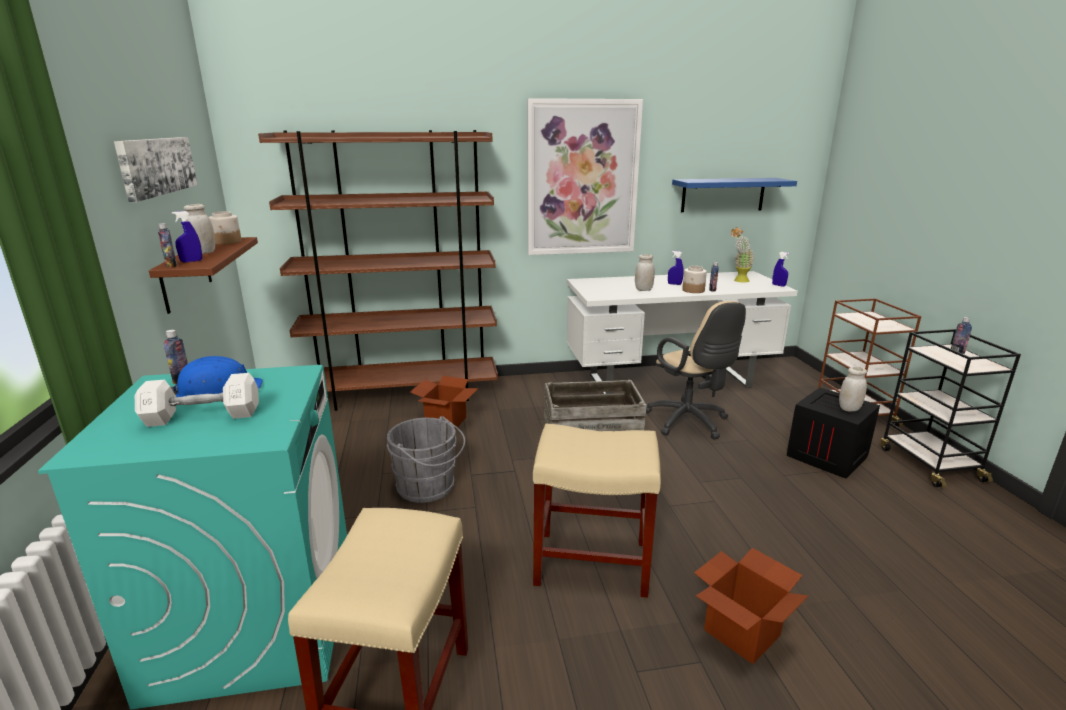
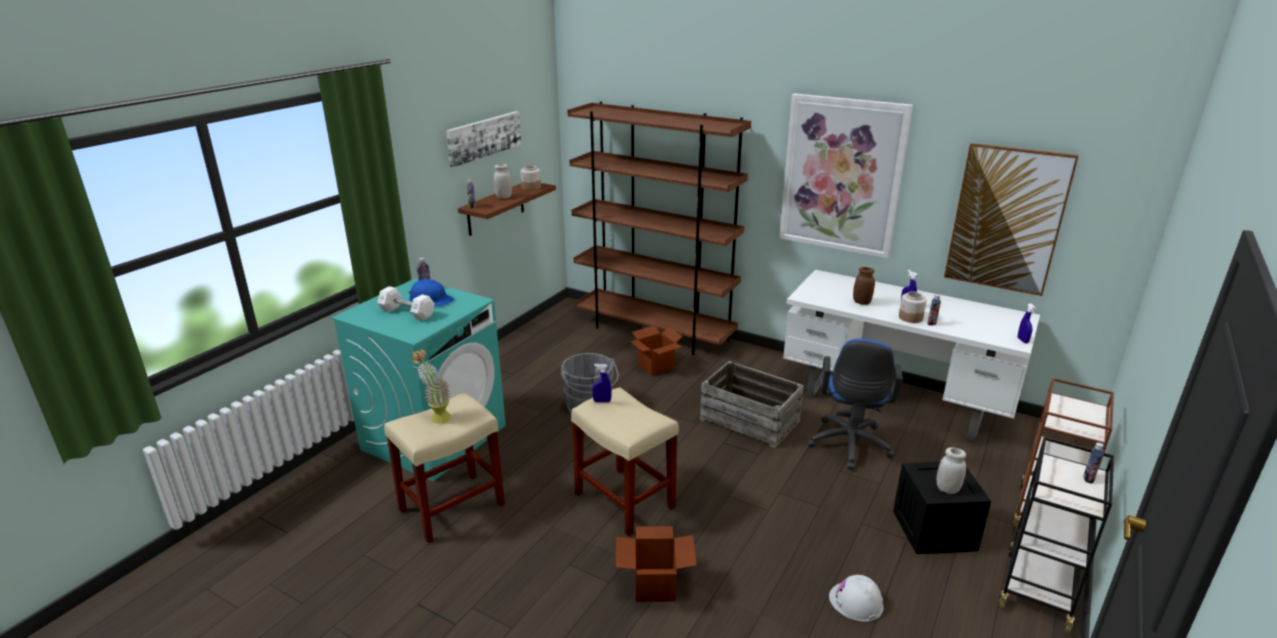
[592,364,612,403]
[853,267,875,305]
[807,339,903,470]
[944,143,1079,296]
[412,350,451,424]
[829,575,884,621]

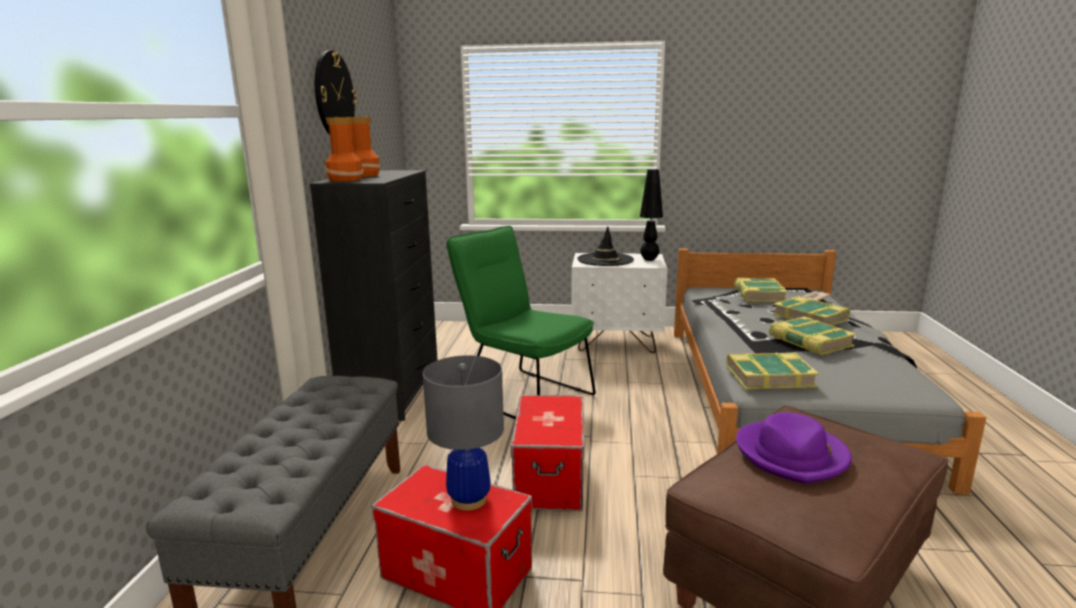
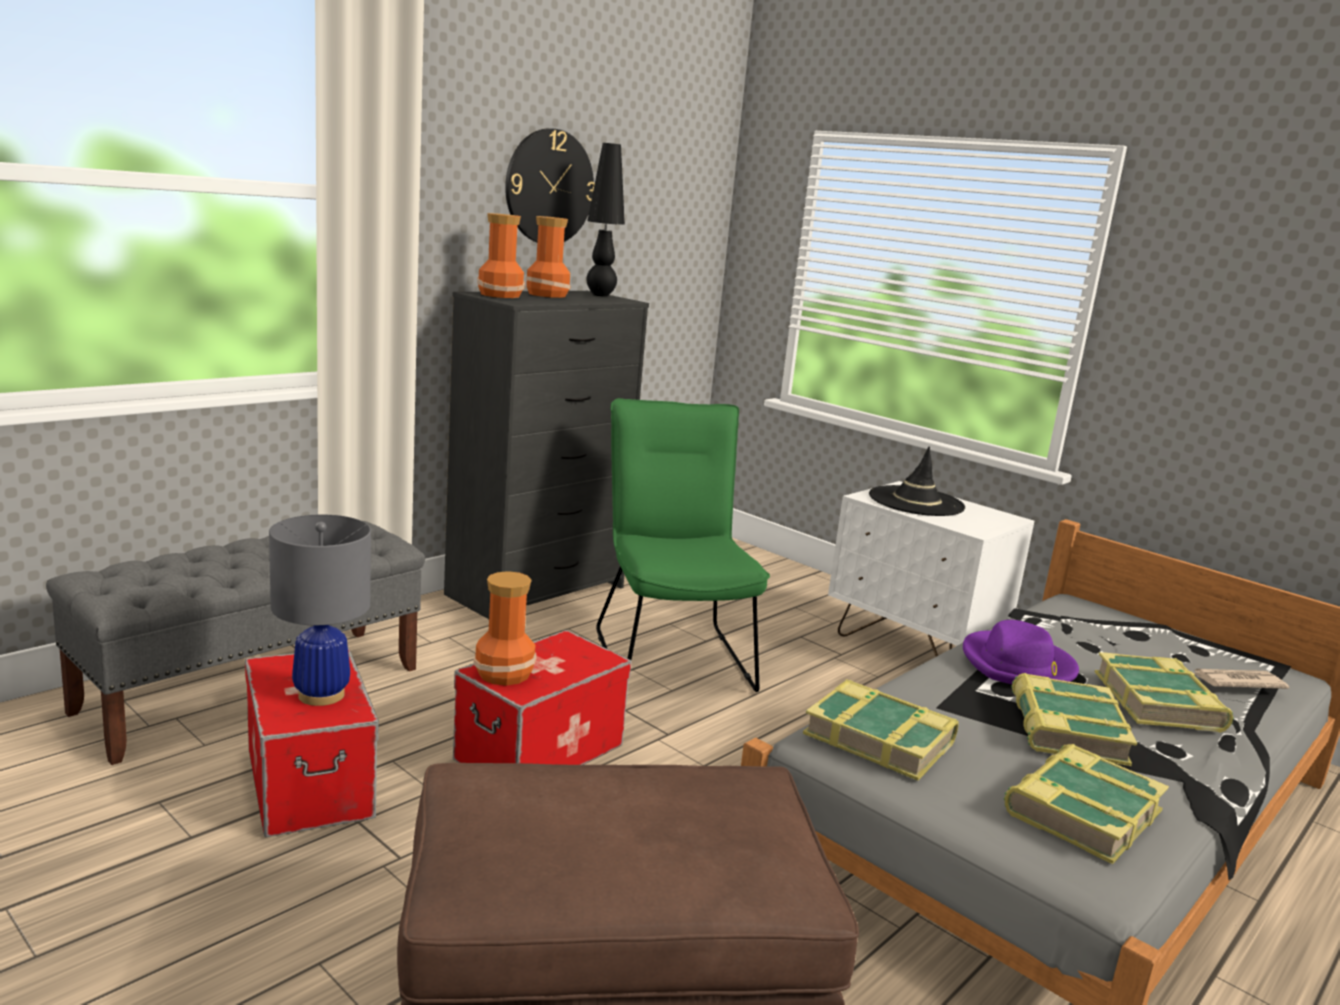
[587,143,625,297]
[1004,744,1169,864]
[963,620,1079,684]
[473,571,536,686]

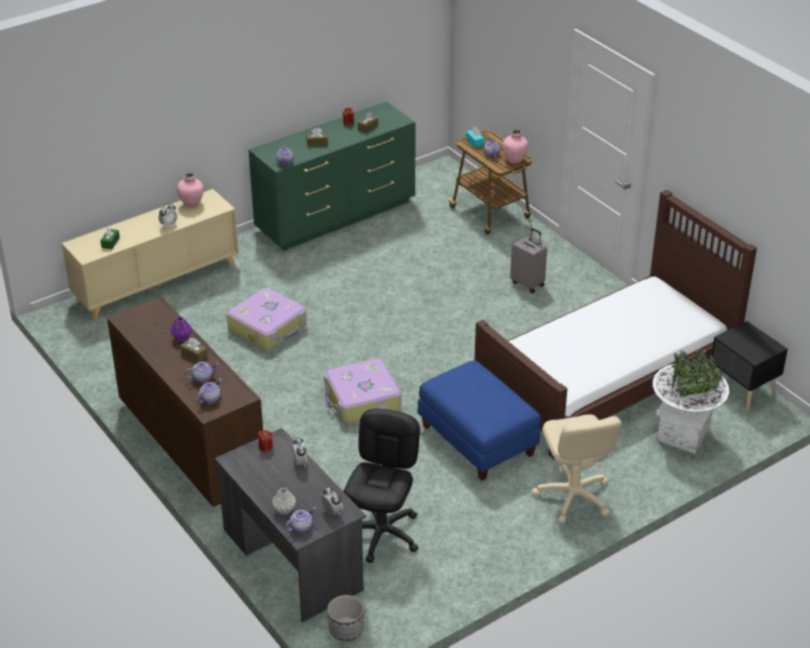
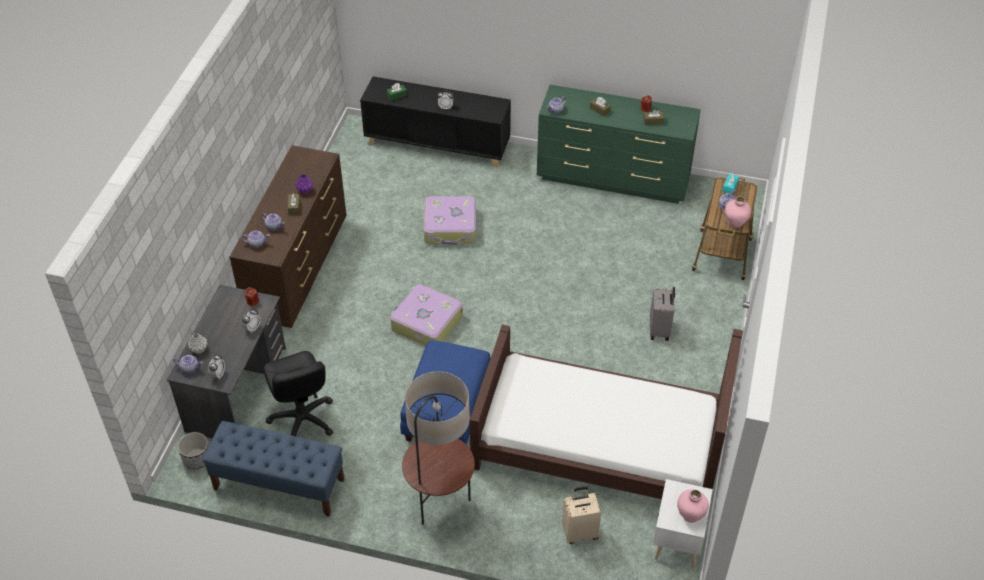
[360,77,511,168]
[677,489,709,523]
[263,351,333,437]
[402,371,475,525]
[562,487,601,544]
[653,479,713,568]
[202,421,344,517]

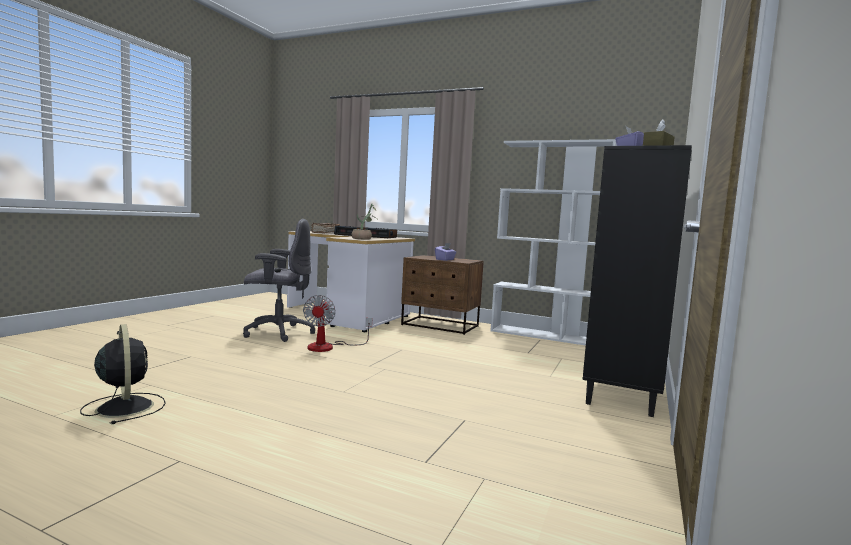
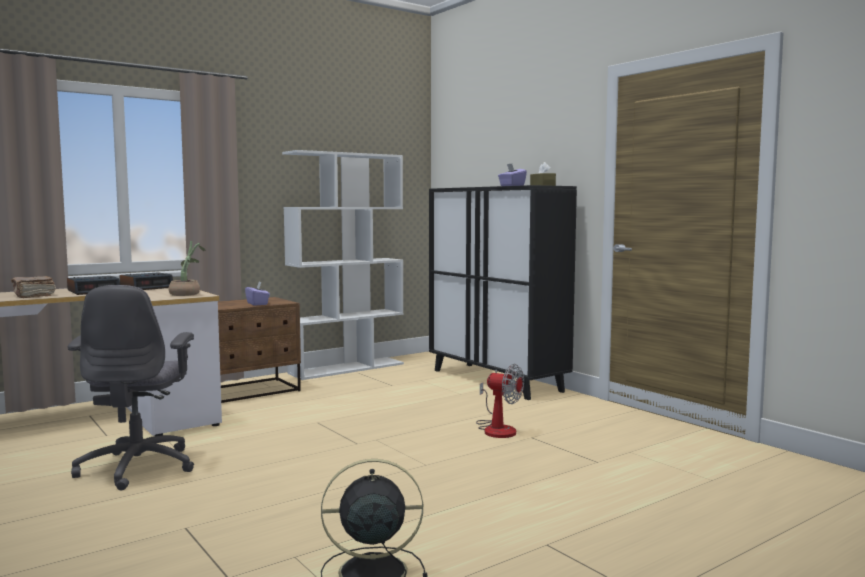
[68,285,194,491]
[476,364,524,438]

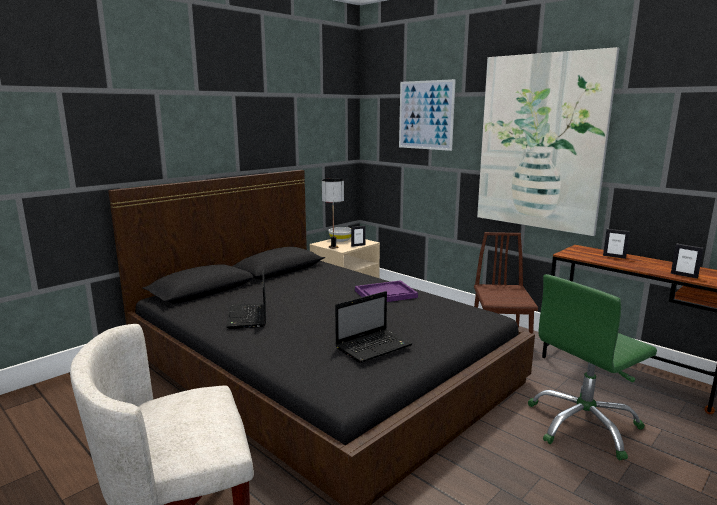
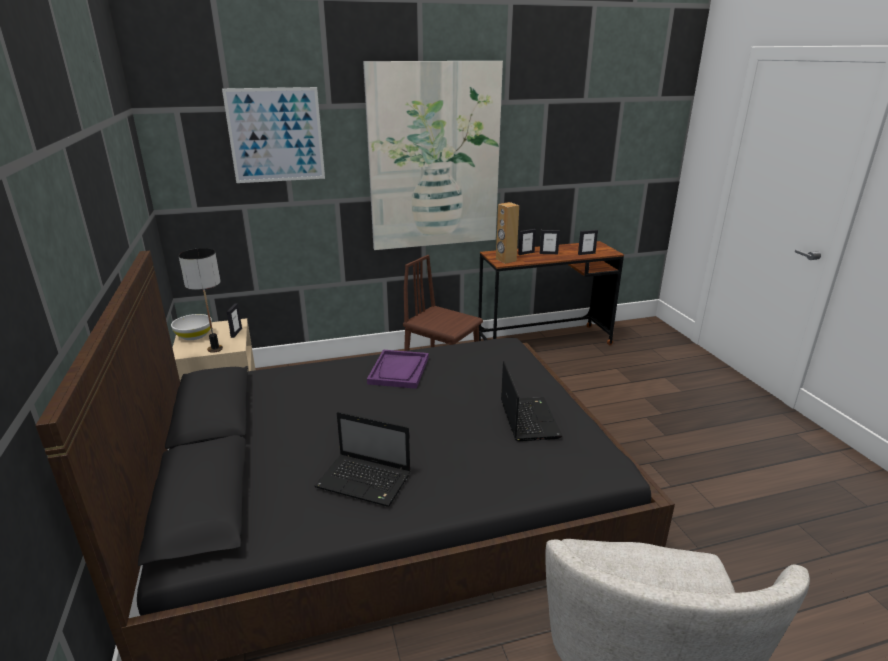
[528,274,657,460] (first image)
[496,202,519,264]
[540,230,560,254]

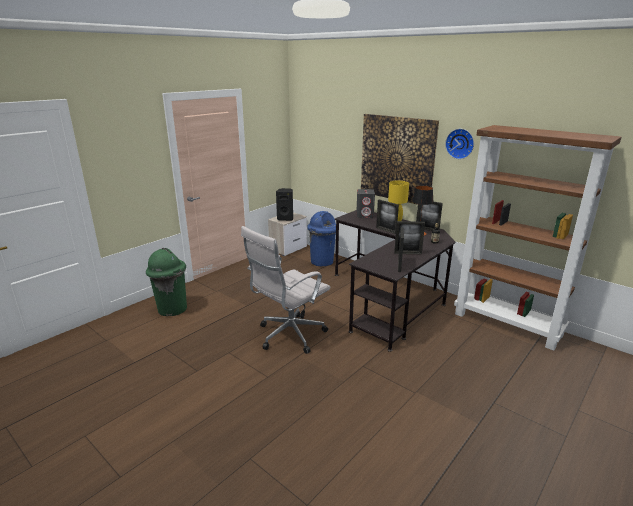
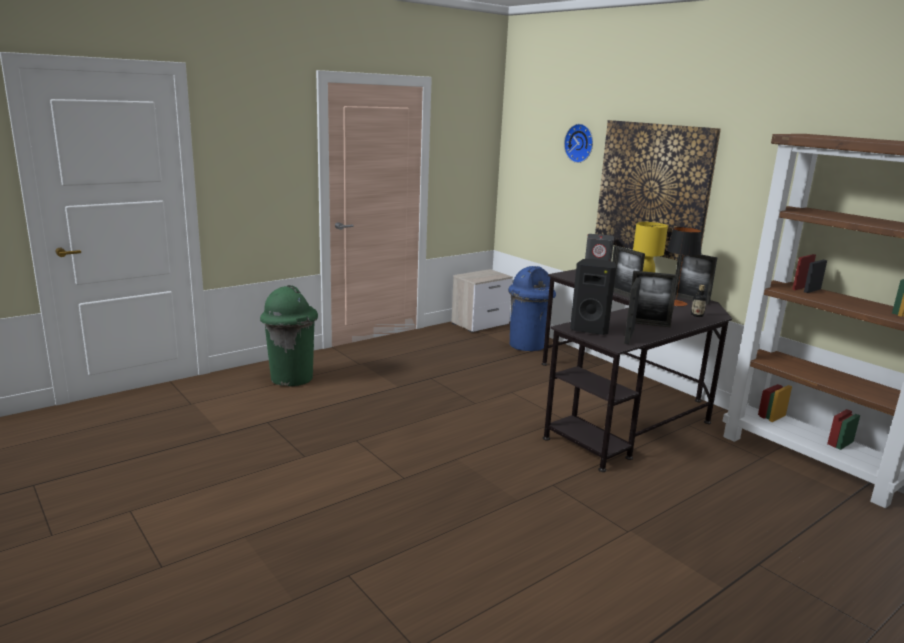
[241,226,330,354] (first image)
[570,259,616,335]
[564,124,593,163]

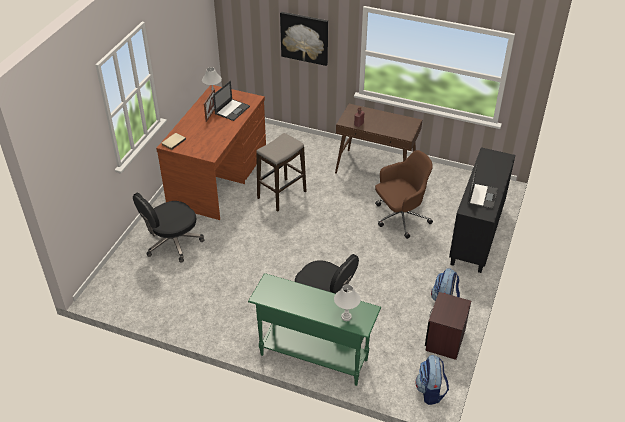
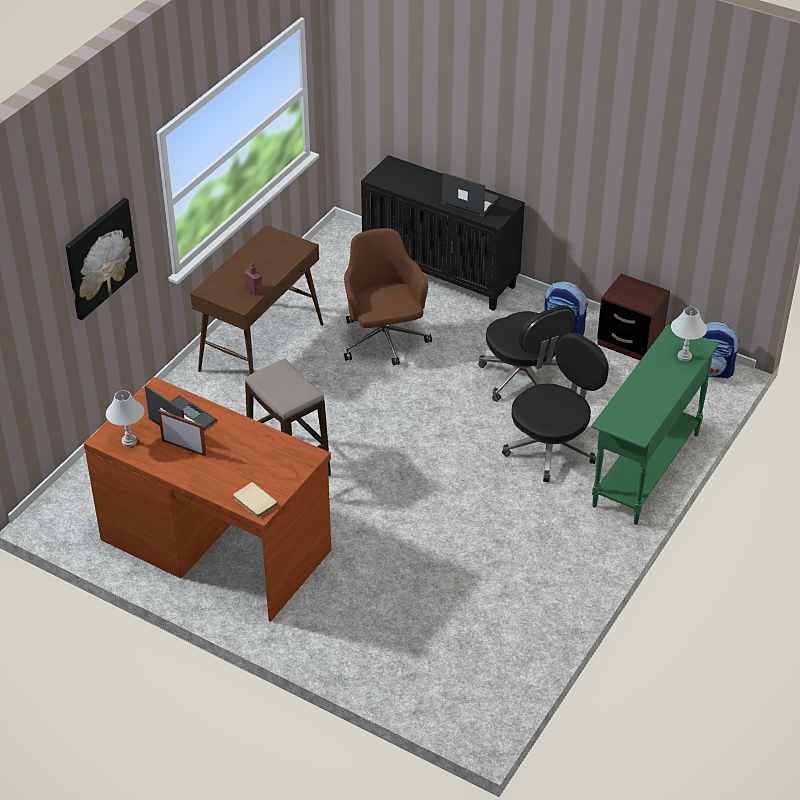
[478,305,575,402]

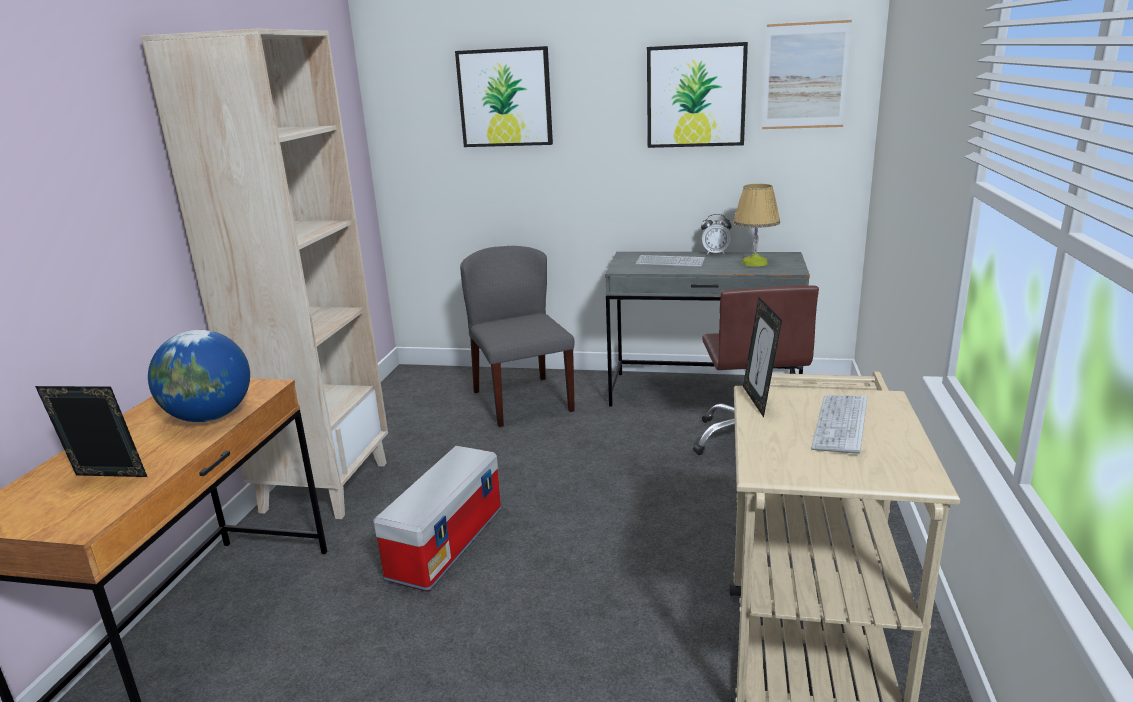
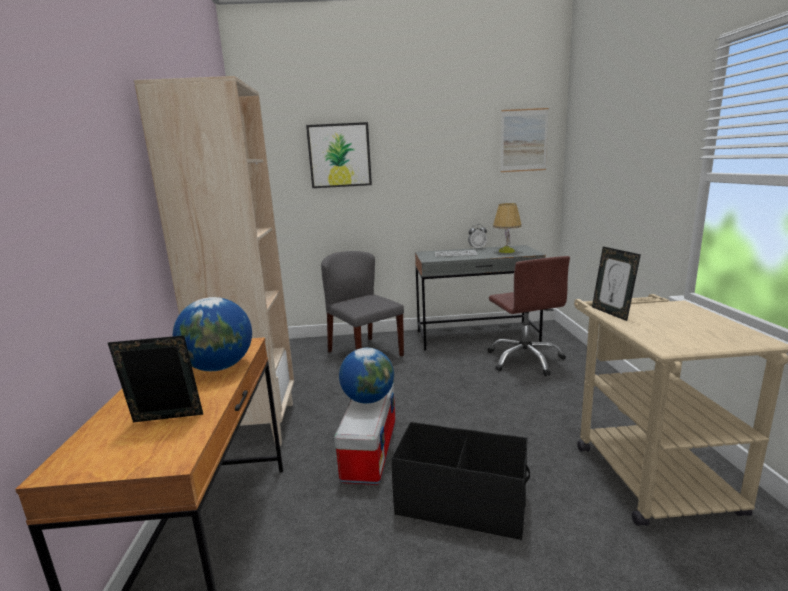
[647,42,748,148] (first image)
[811,395,867,454] (first image)
[339,348,394,404]
[391,422,530,540]

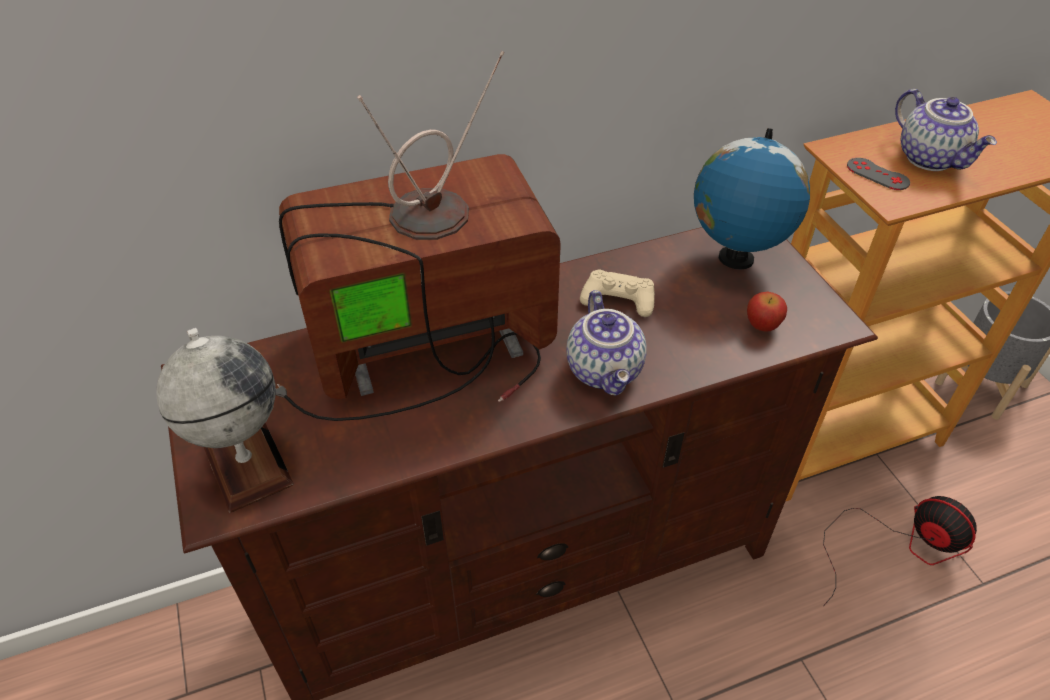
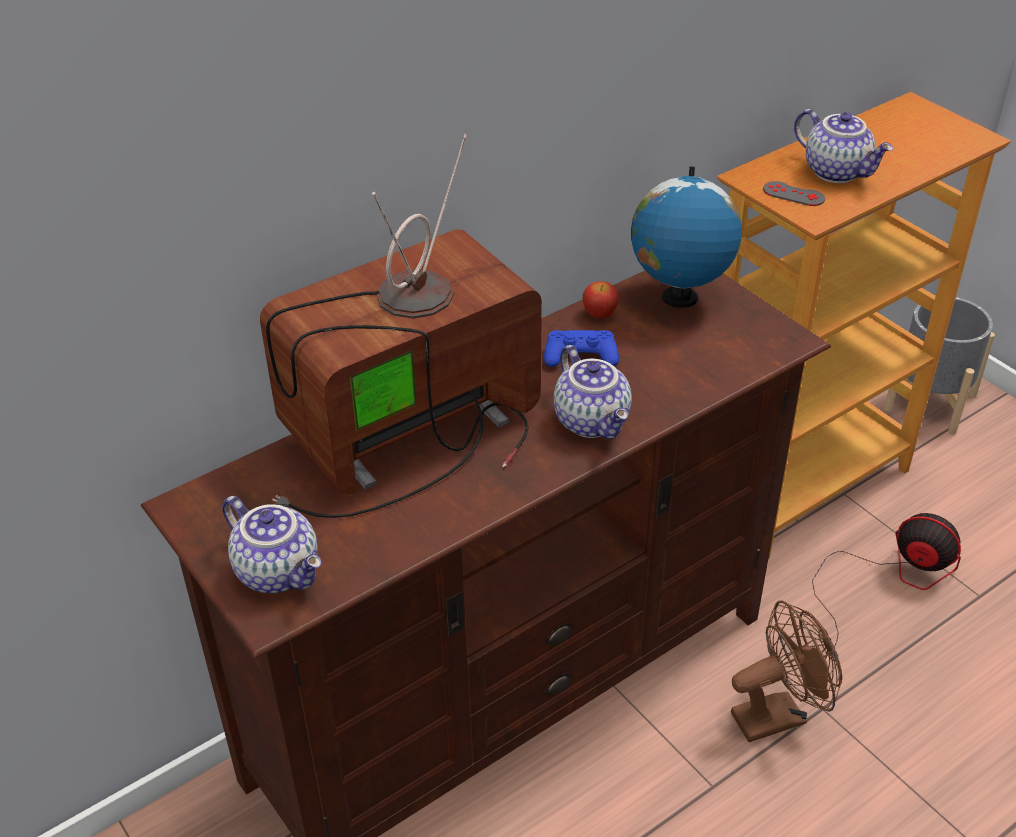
[222,496,321,593]
[544,330,619,367]
[583,281,619,319]
[731,601,842,742]

